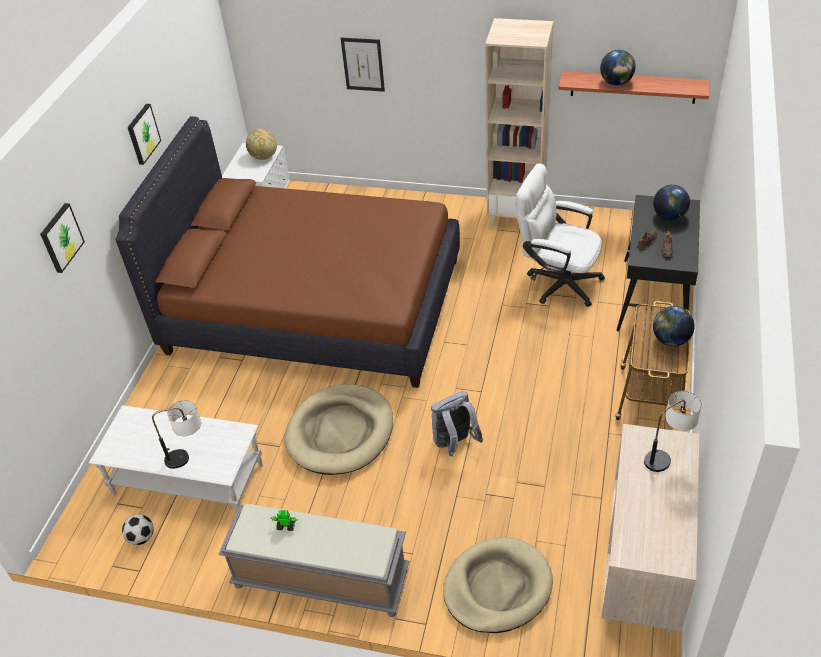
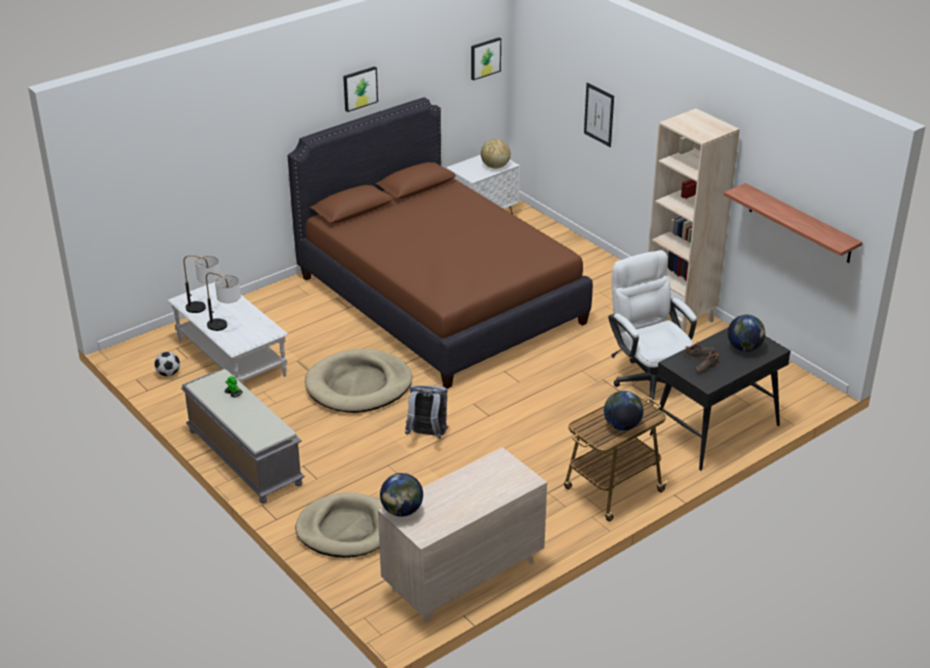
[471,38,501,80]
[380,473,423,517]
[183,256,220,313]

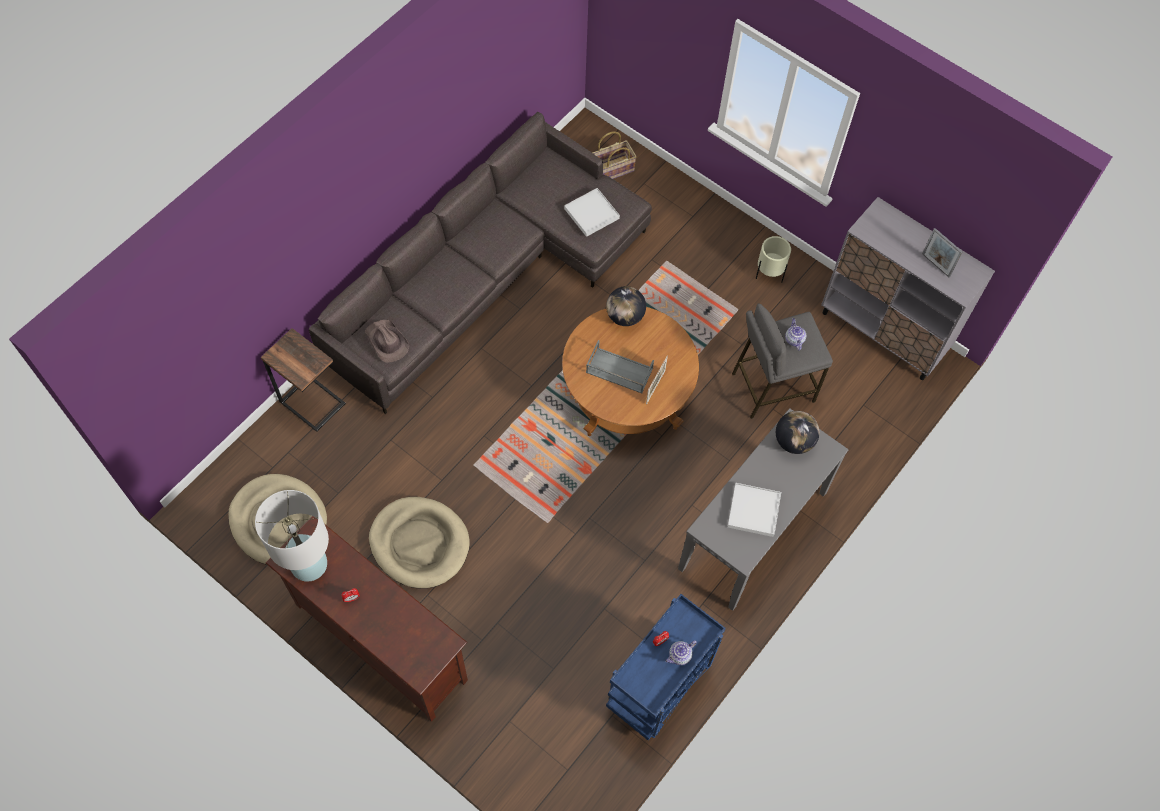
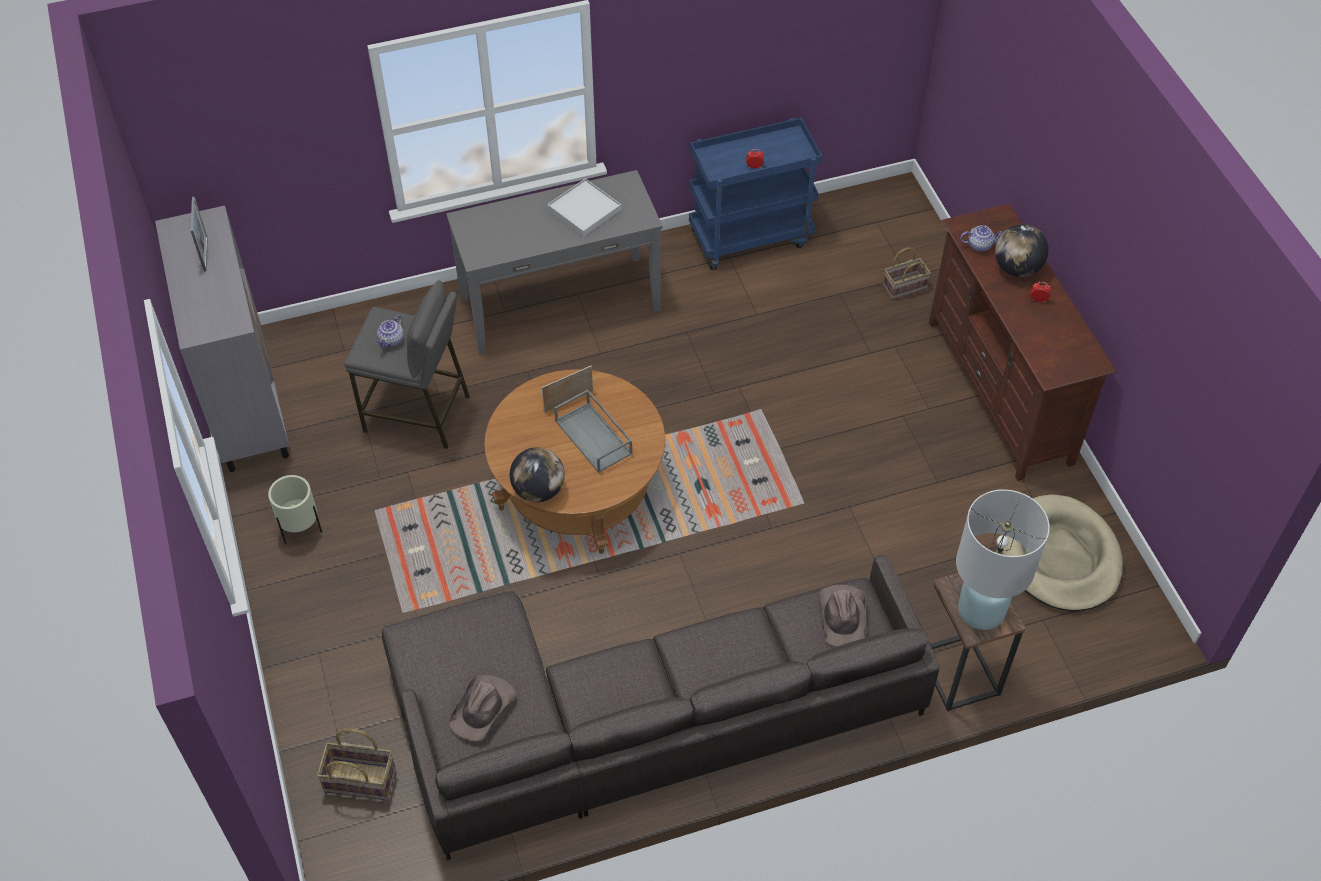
[956,489,1050,630]
[369,497,470,588] (first image)
[564,188,620,237] (first image)
[960,225,1004,252]
[995,224,1049,277]
[449,675,516,742]
[883,247,931,299]

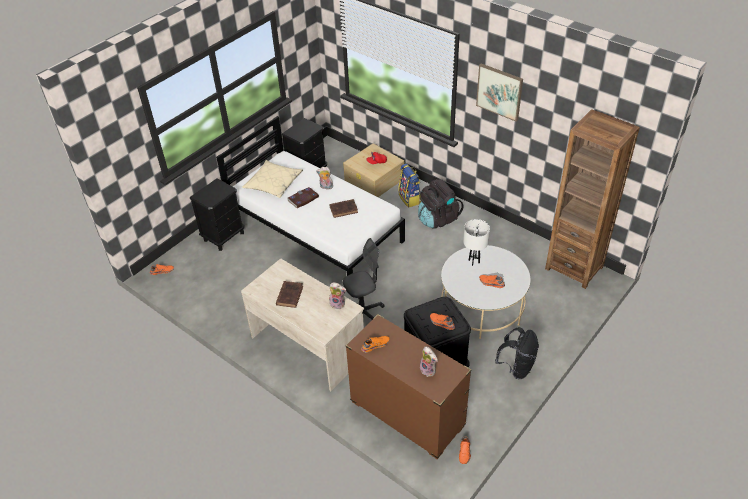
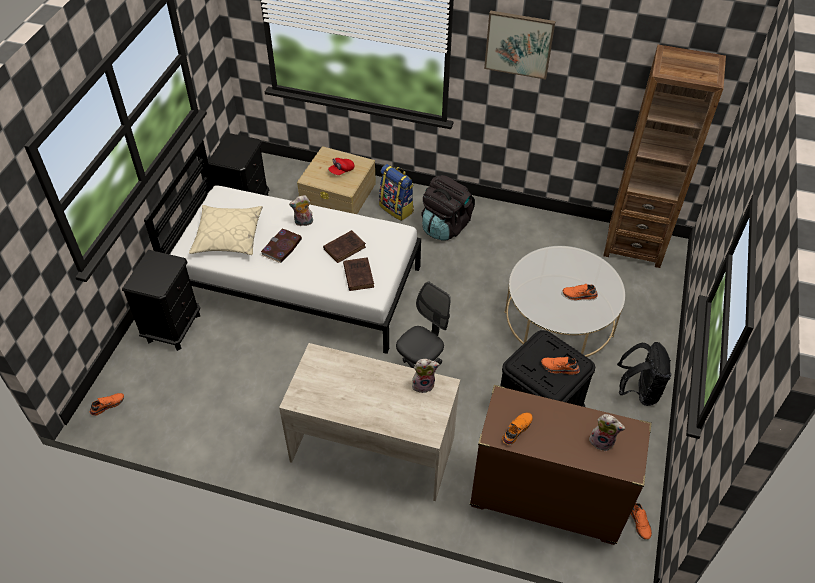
[343,257,374,291]
[463,219,490,266] (first image)

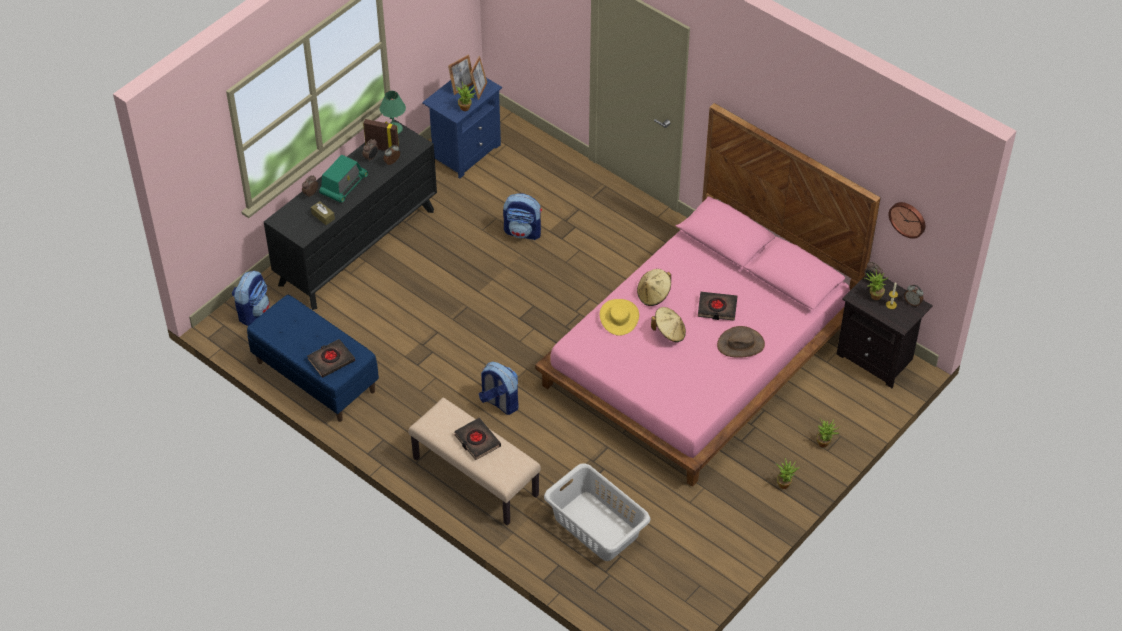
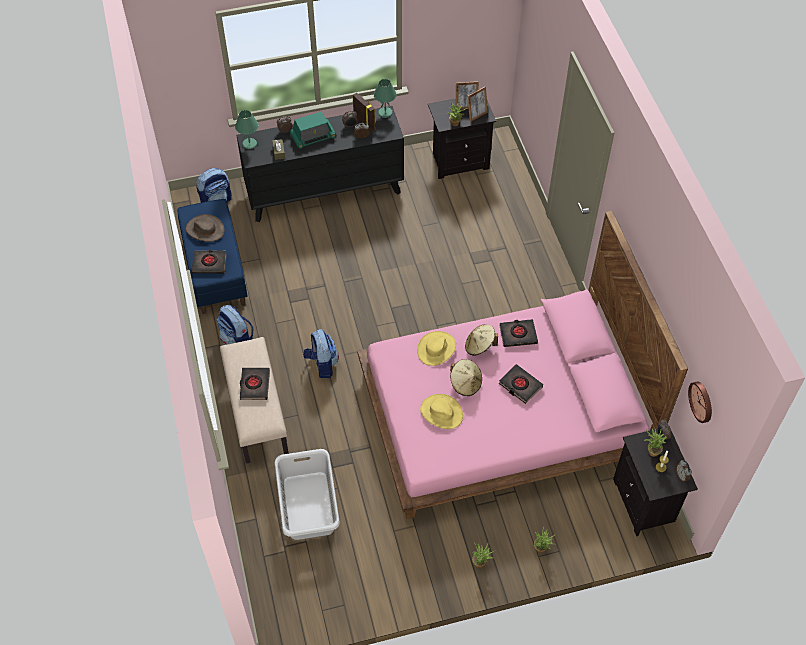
[428,98,496,179]
[217,305,254,345]
[186,214,224,242]
[235,110,259,149]
[420,394,463,429]
[499,319,538,347]

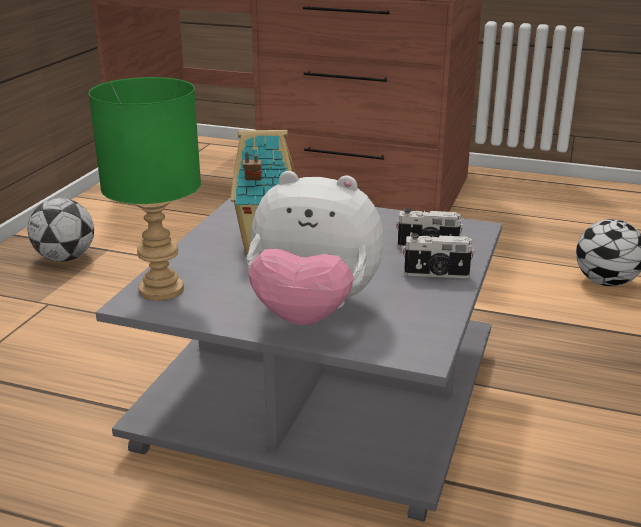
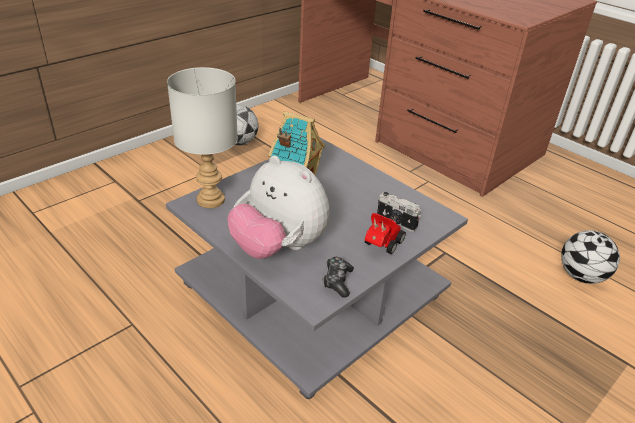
[167,67,238,208]
[365,213,406,254]
[322,257,354,298]

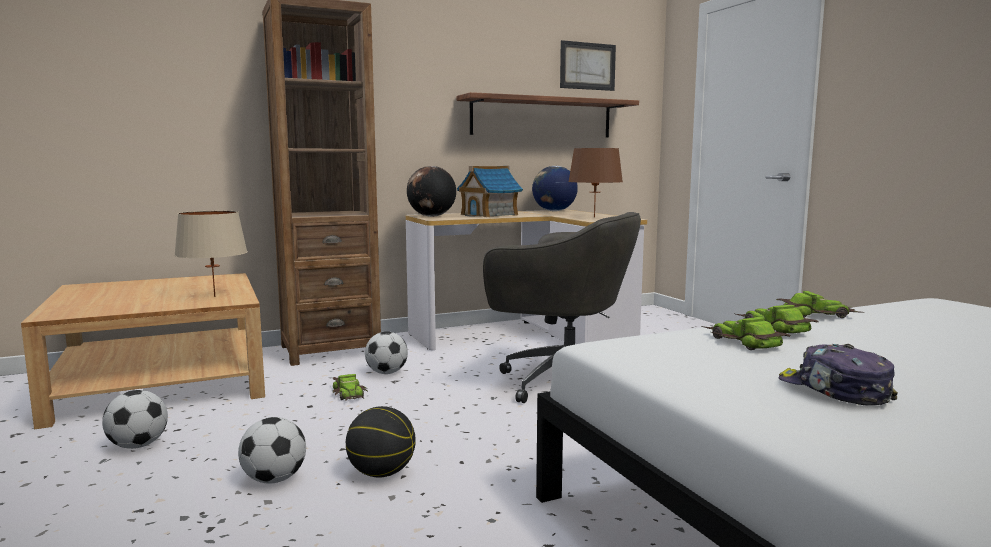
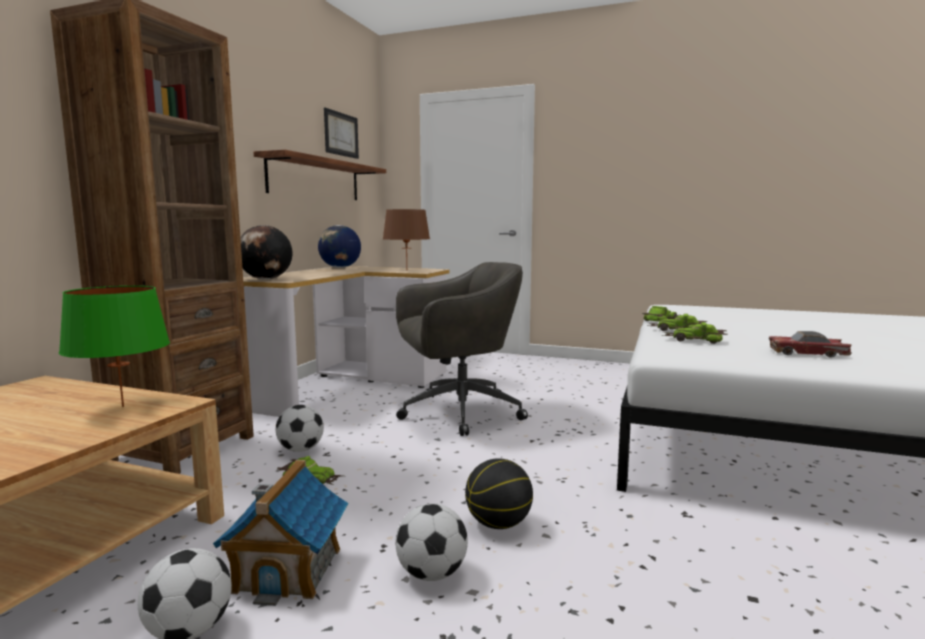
[59,286,170,407]
[213,460,348,606]
[769,331,852,358]

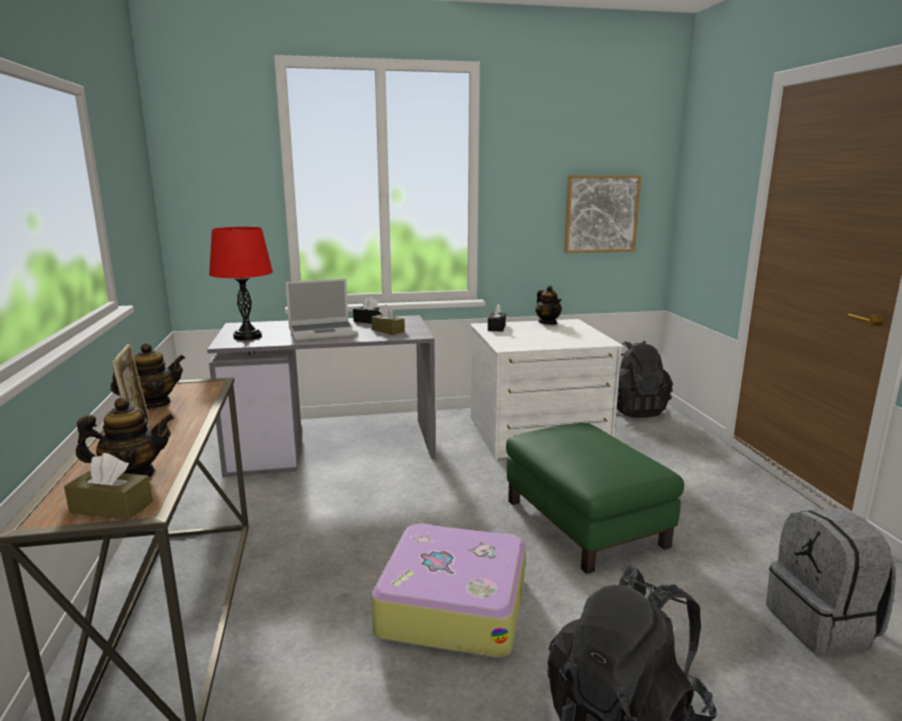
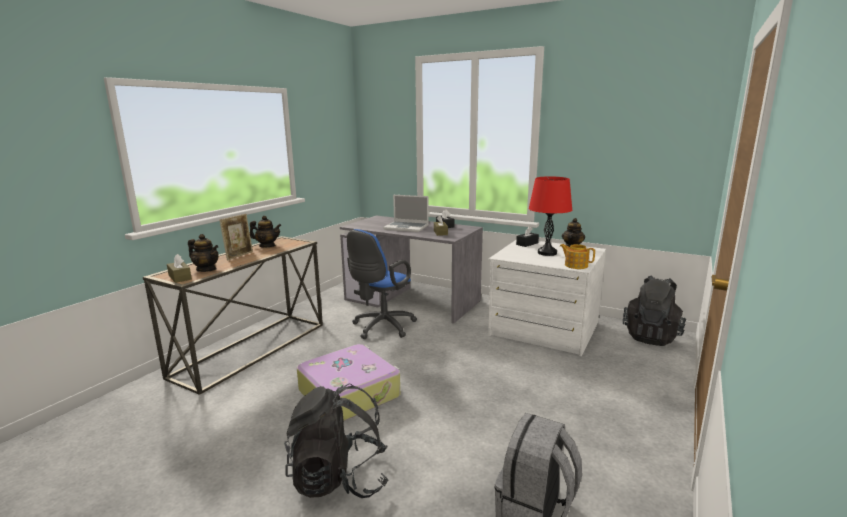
[529,176,572,256]
[506,423,684,574] (first image)
[564,175,642,253] (first image)
[347,229,417,339]
[560,244,595,269]

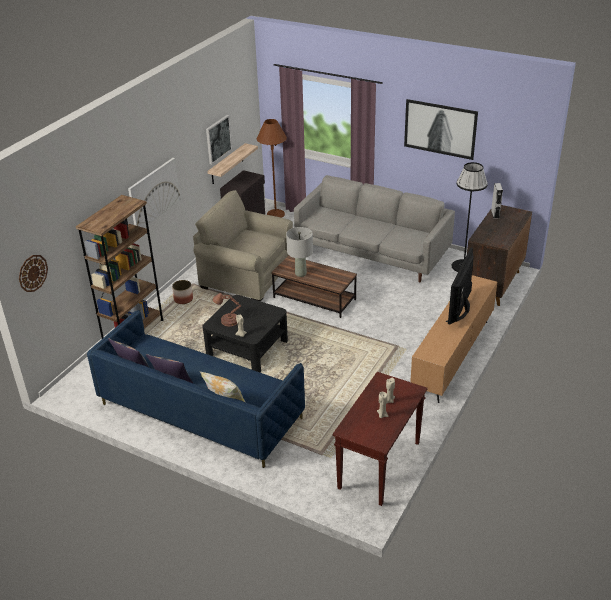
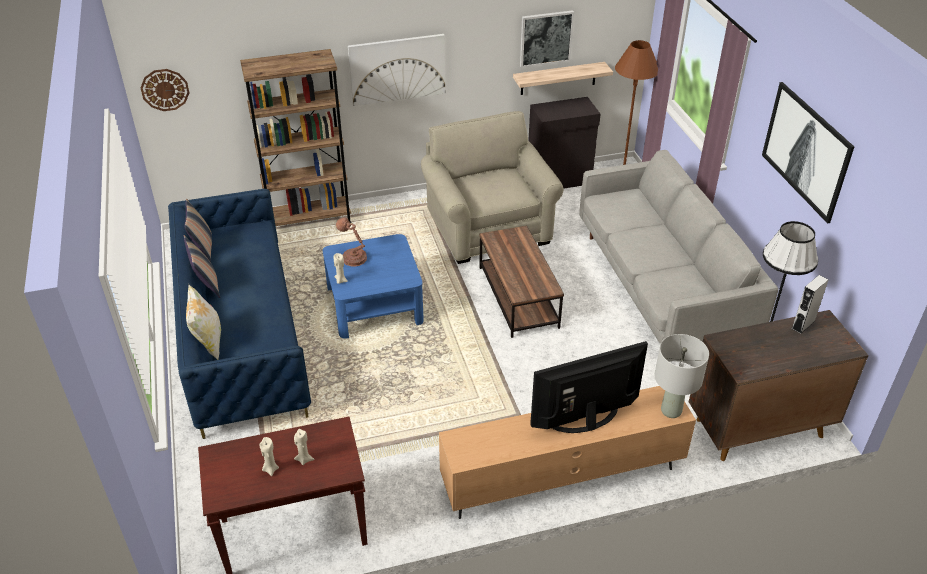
[172,280,193,304] (first image)
[323,234,424,339]
[654,334,709,418]

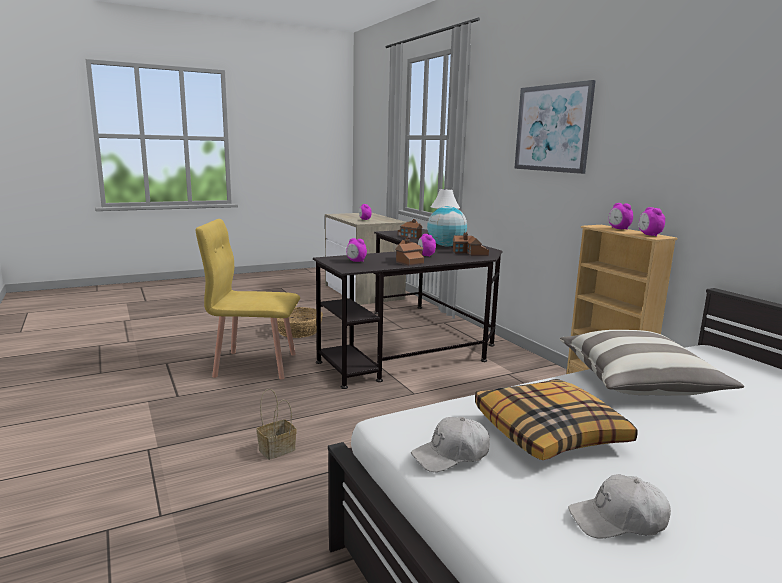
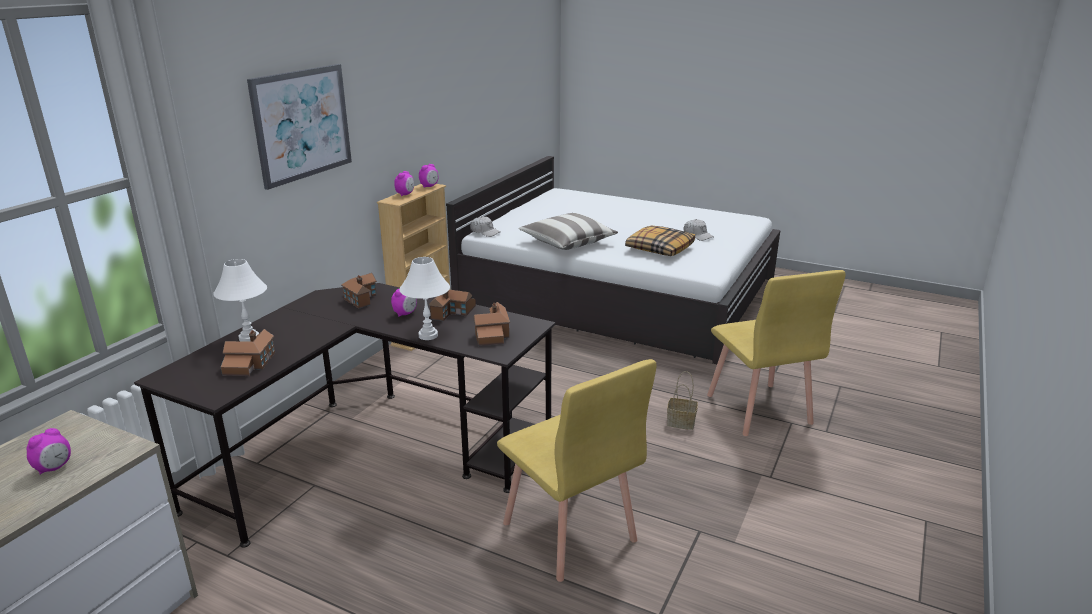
[277,307,323,338] (first image)
[473,302,510,346]
[470,216,500,237]
[427,206,467,246] (first image)
[399,257,450,340]
[707,270,846,436]

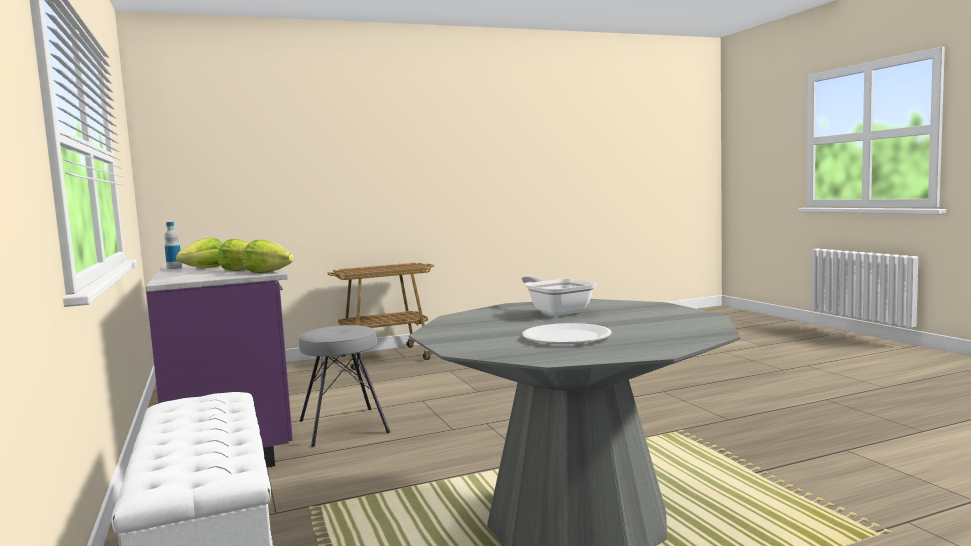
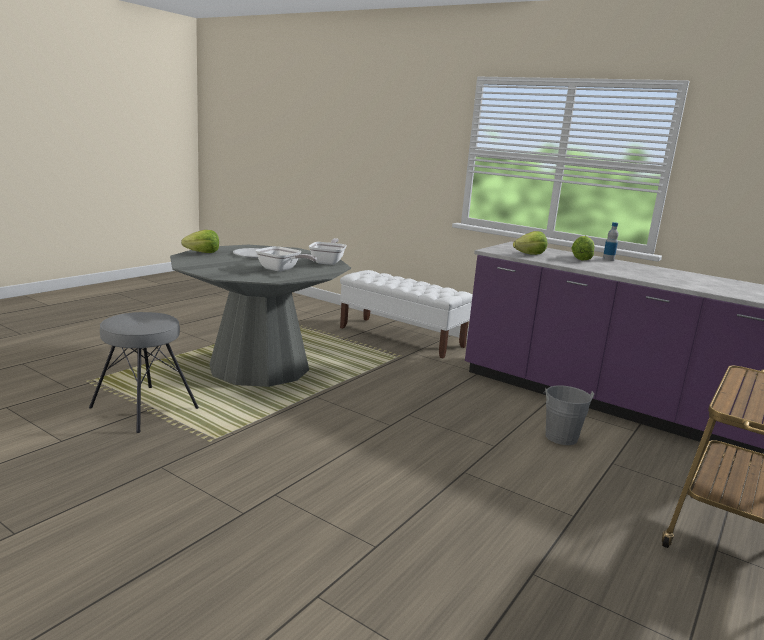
[181,230,219,253]
[89,312,199,433]
[309,238,347,265]
[544,385,594,445]

